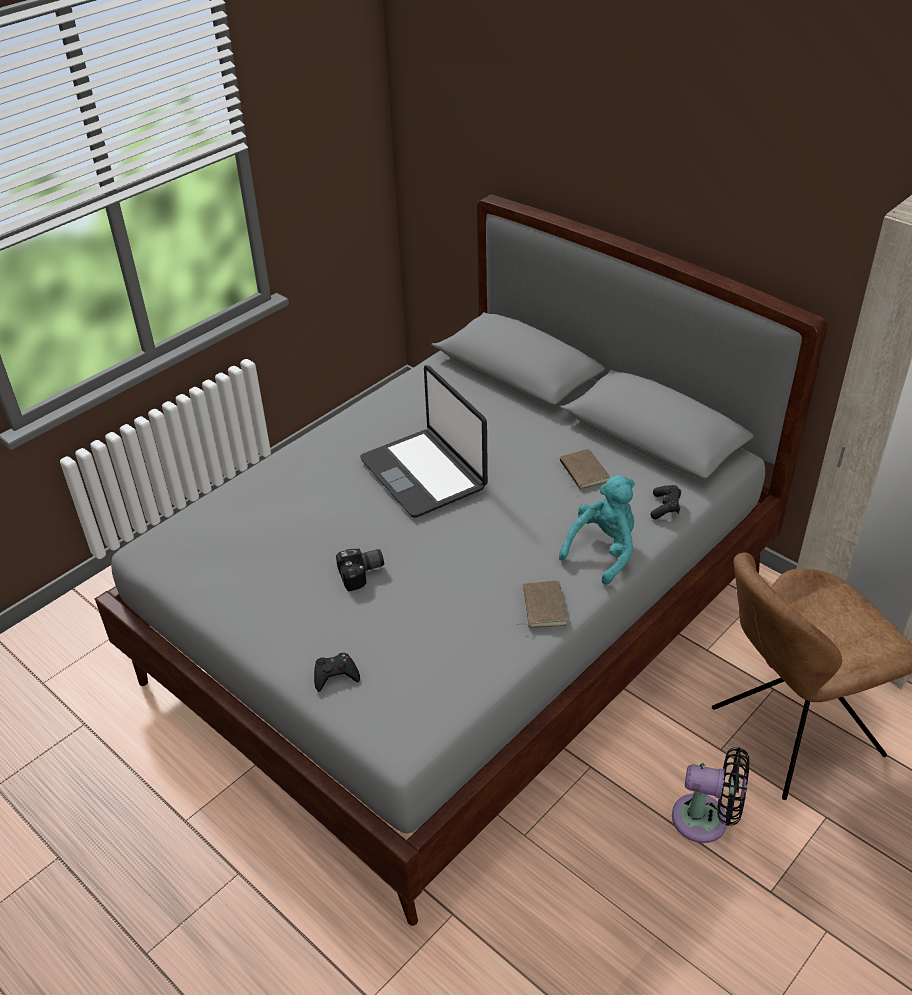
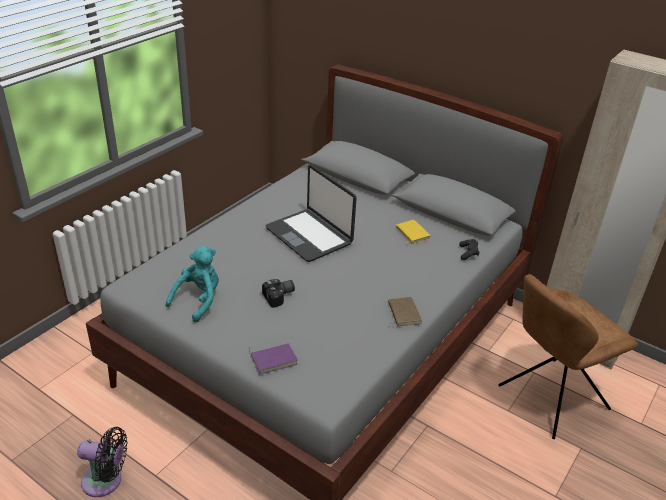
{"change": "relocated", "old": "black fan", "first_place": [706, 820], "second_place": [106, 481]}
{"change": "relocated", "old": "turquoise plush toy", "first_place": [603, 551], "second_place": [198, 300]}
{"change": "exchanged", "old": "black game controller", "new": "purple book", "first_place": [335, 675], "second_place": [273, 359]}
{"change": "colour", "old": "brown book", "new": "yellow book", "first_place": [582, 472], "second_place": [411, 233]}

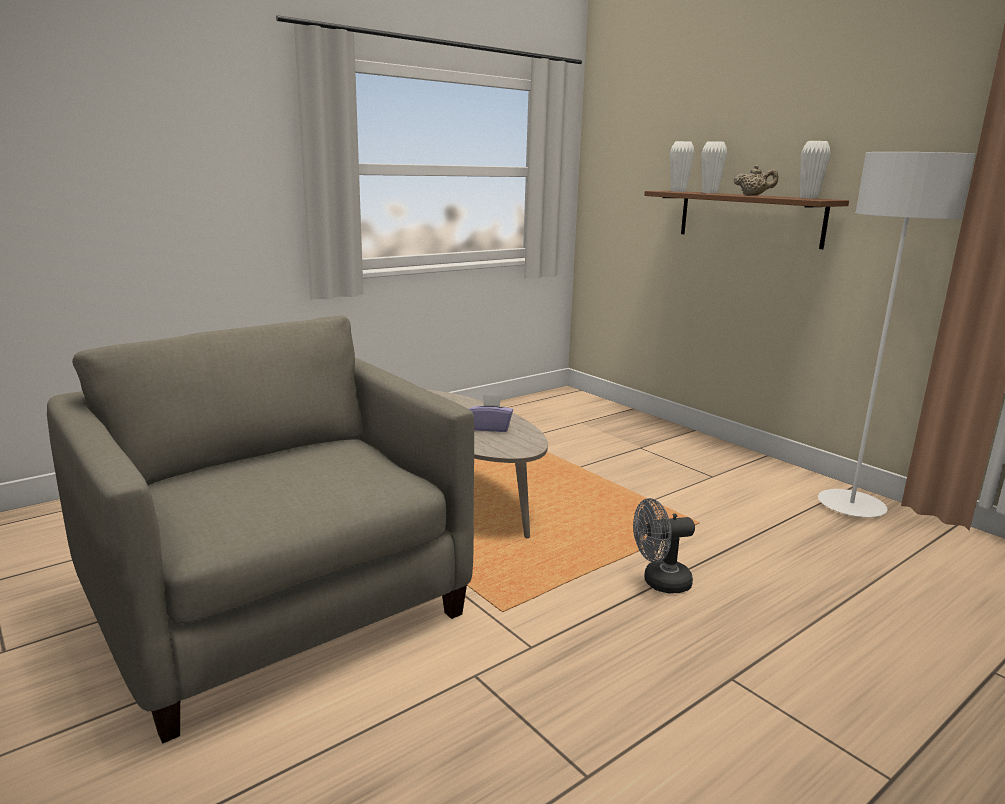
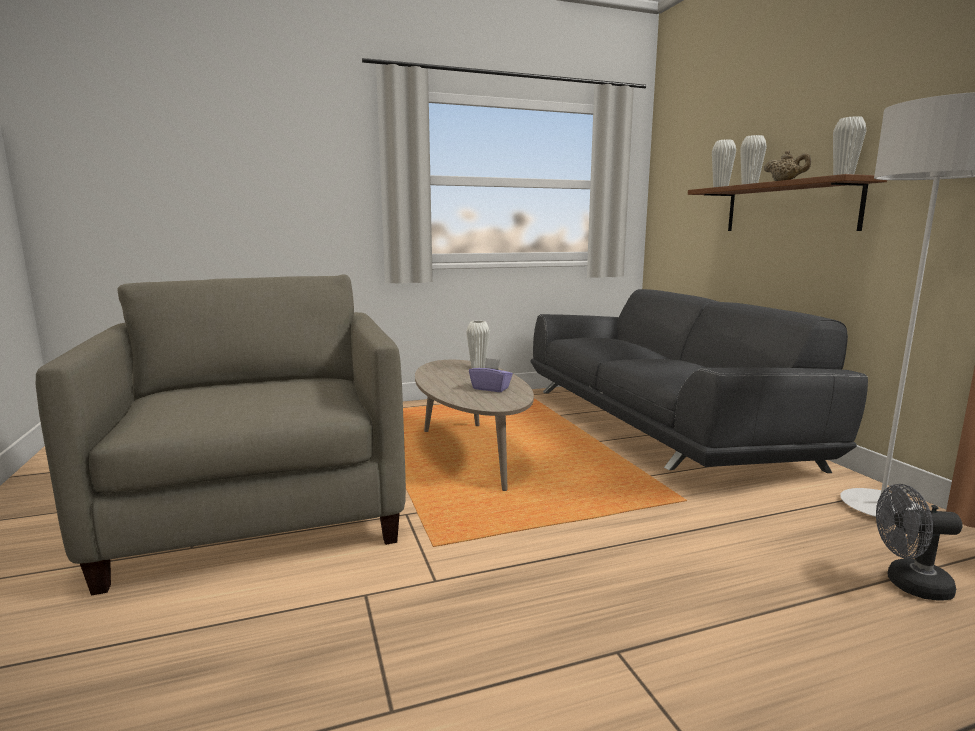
{"change": "appeared", "new": "white vase", "second_place": [478, 367]}
{"change": "appeared", "new": "grey sofa", "second_place": [661, 427]}
{"change": "relocated", "old": "grey fan", "first_place": [659, 583], "second_place": [909, 585]}

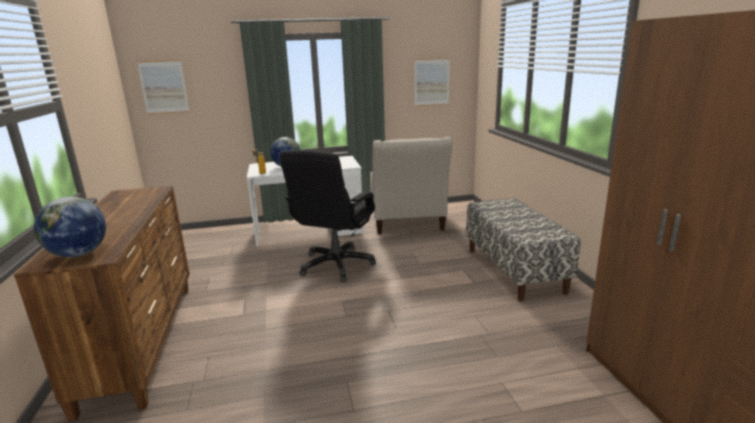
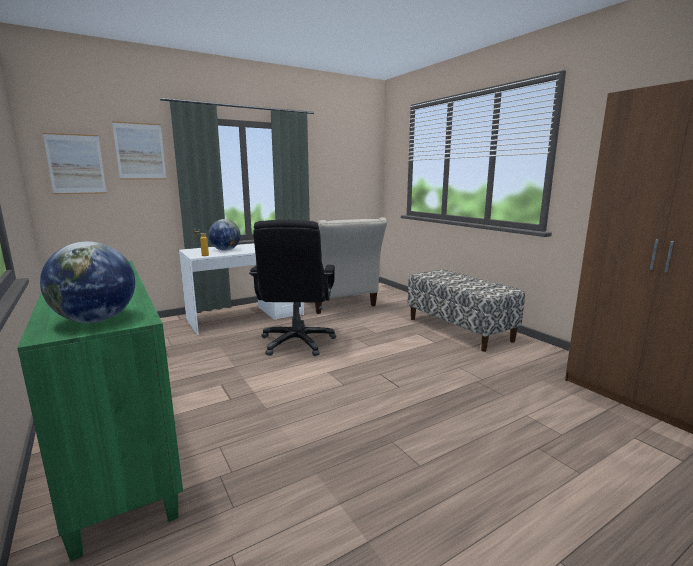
{"change": "colour", "old": "brown dresser", "new": "green dresser", "first_place": [143, 341], "second_place": [120, 446]}
{"change": "relocated", "old": "picture", "first_place": [431, 82], "second_place": [140, 151]}

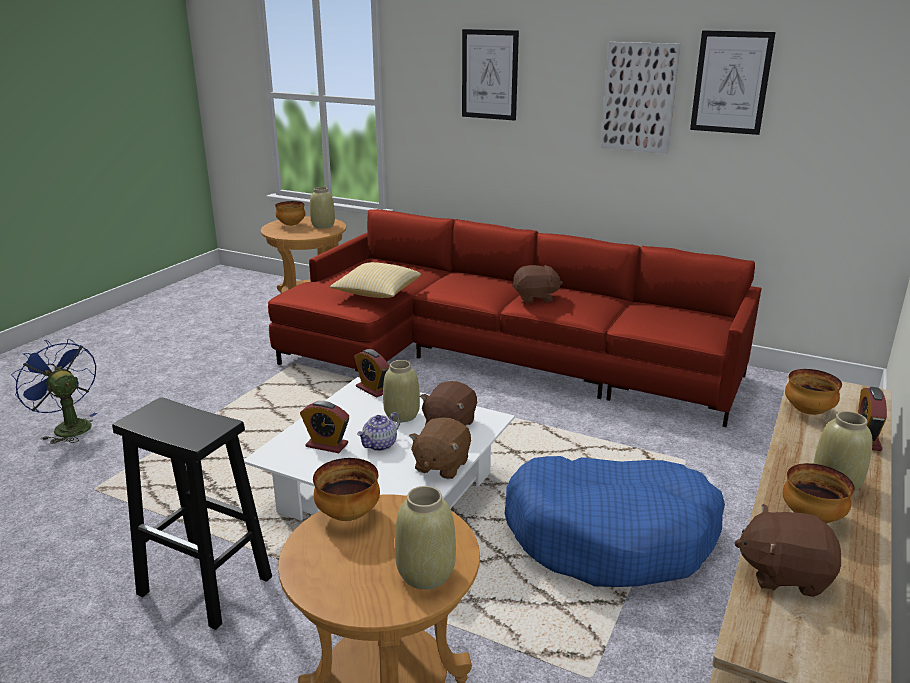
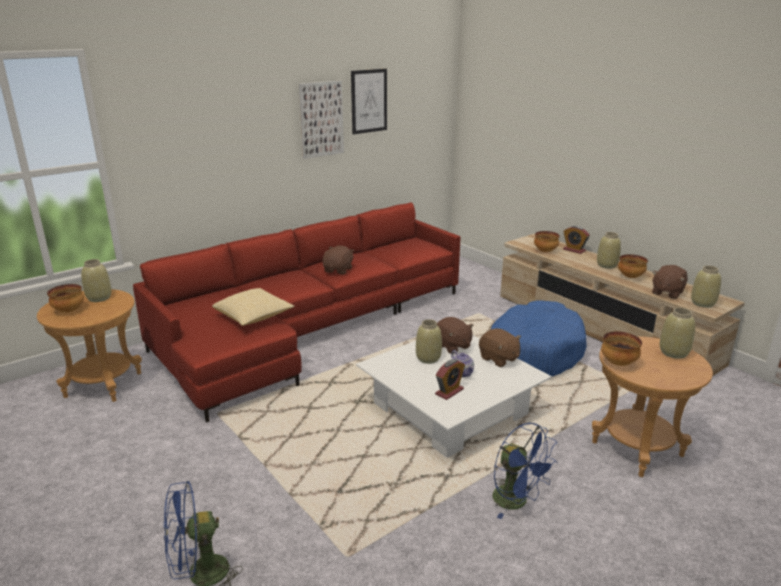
{"change": "exchanged", "old": "black stool", "new": "blue fan", "first_place": [207, 586], "second_place": [517, 502]}
{"change": "appeared", "new": "beige vase", "second_place": [703, 303]}
{"change": "missing", "old": "alarm clock", "first_place": [373, 389]}
{"change": "missing", "old": "picture", "first_place": [489, 75]}

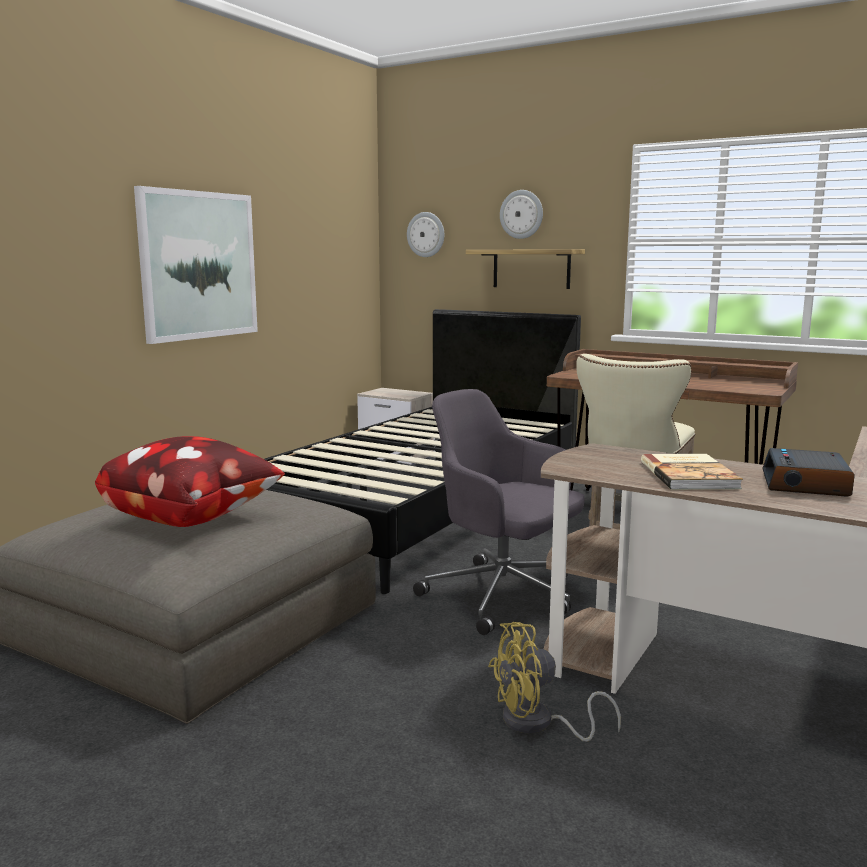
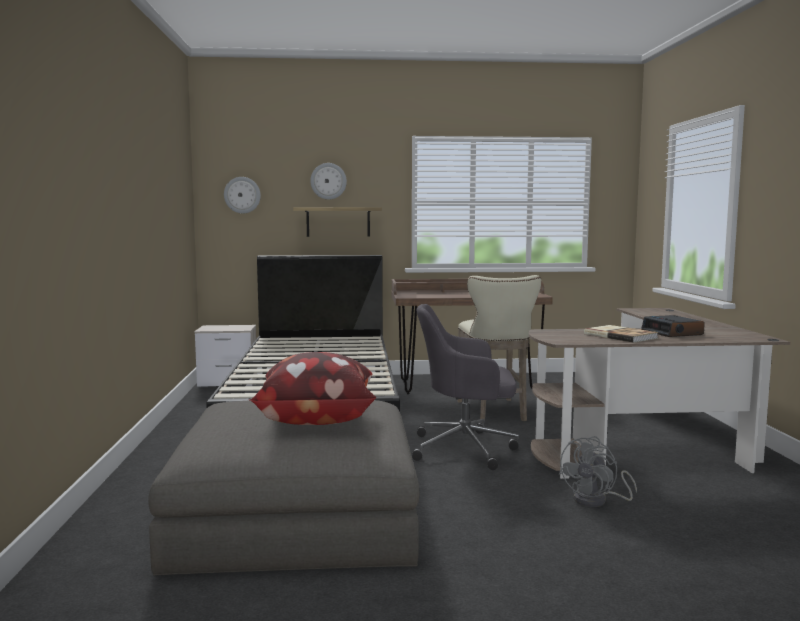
{"change": "colour", "old": "yellow fan", "new": "grey fan", "first_place": [538, 724], "second_place": [597, 501]}
{"change": "missing", "old": "picture", "first_place": [198, 265]}

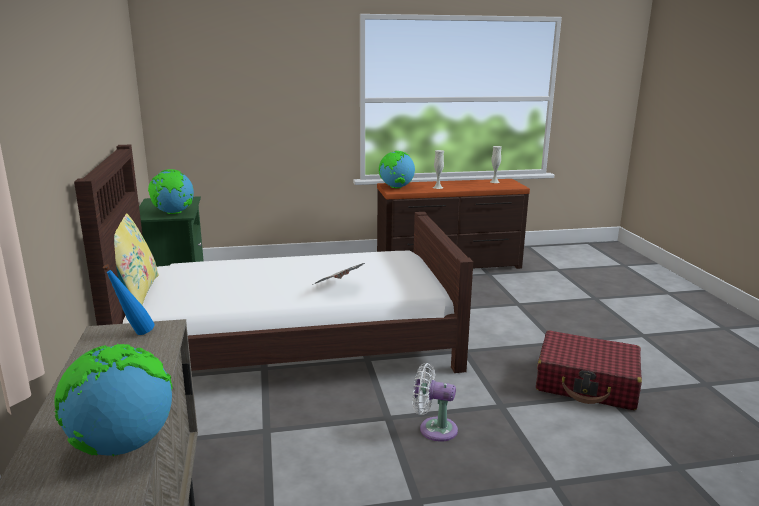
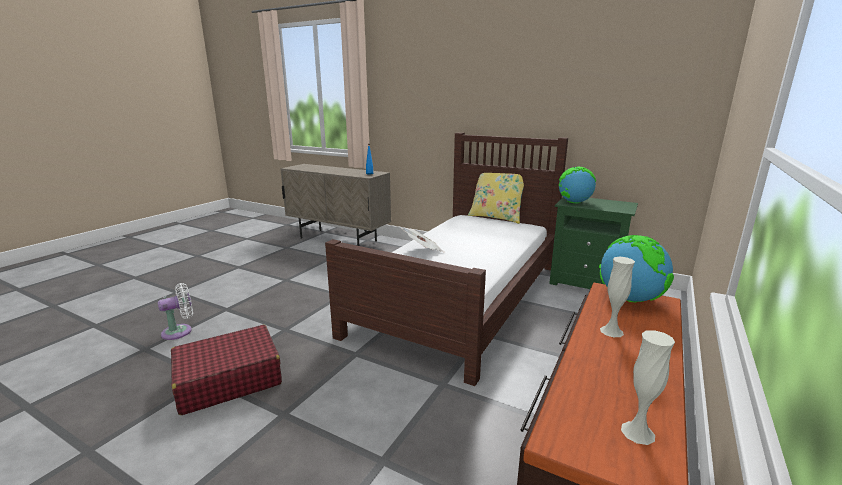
{"change": "relocated", "old": "white fan", "first_place": [434, 429], "second_place": [180, 331]}
{"change": "missing", "old": "globe", "first_place": [122, 446]}

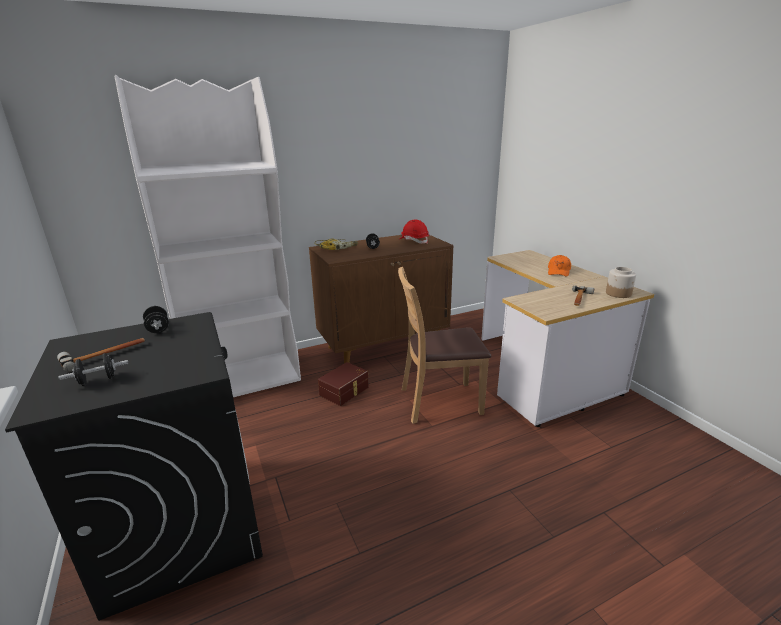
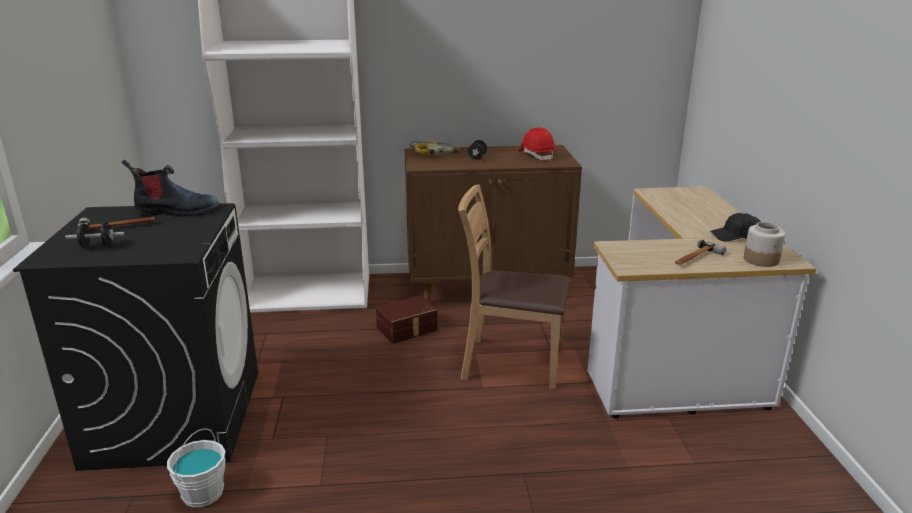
{"change": "exchanged", "old": "black dumbbell", "new": "boot", "first_place": [158, 329], "second_place": [176, 212]}
{"change": "appeared", "new": "white bucket", "second_place": [202, 493]}
{"change": "appeared", "new": "black cap", "second_place": [736, 236]}
{"change": "missing", "old": "orange cap", "first_place": [558, 271]}

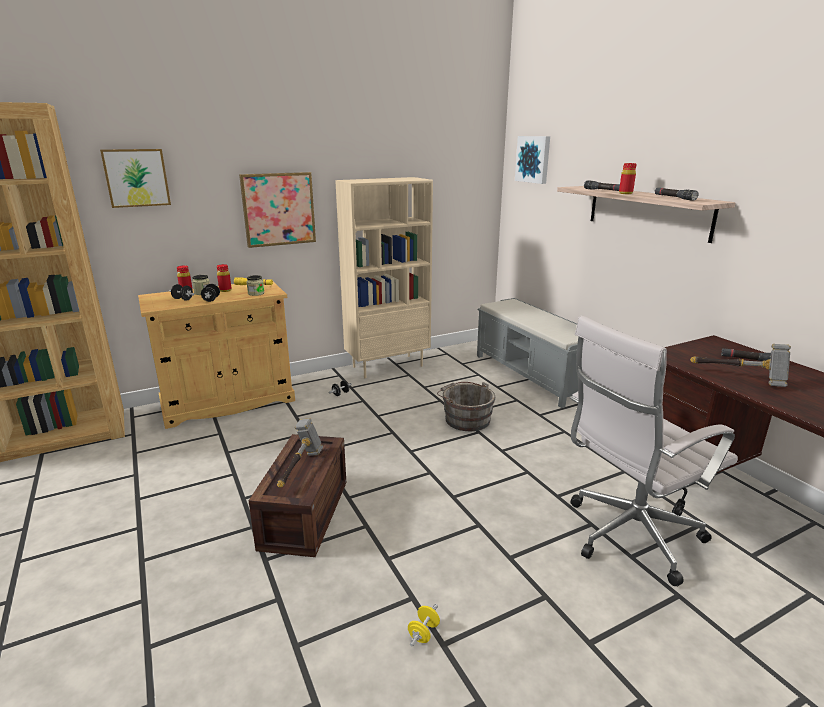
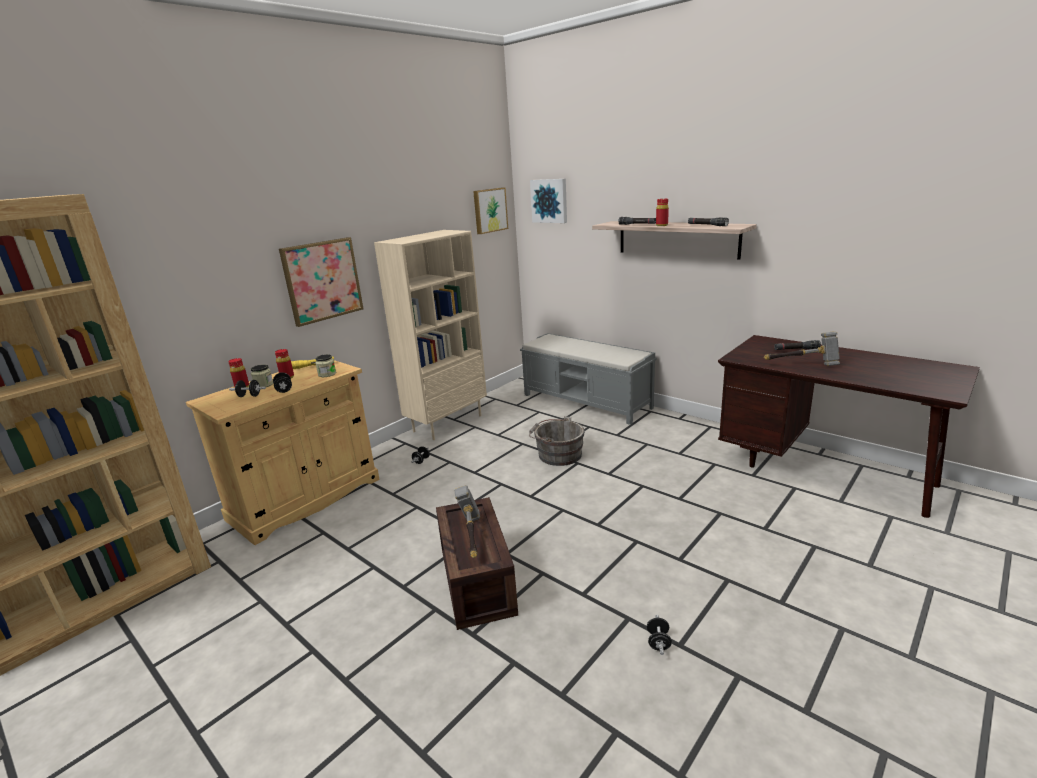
{"change": "relocated", "old": "picture", "first_place": [136, 177], "second_place": [489, 210]}
{"change": "colour", "old": "yellow dumbbell", "new": "black dumbbell", "first_place": [423, 633], "second_place": [658, 642]}
{"change": "missing", "old": "white office chair", "first_place": [628, 536]}

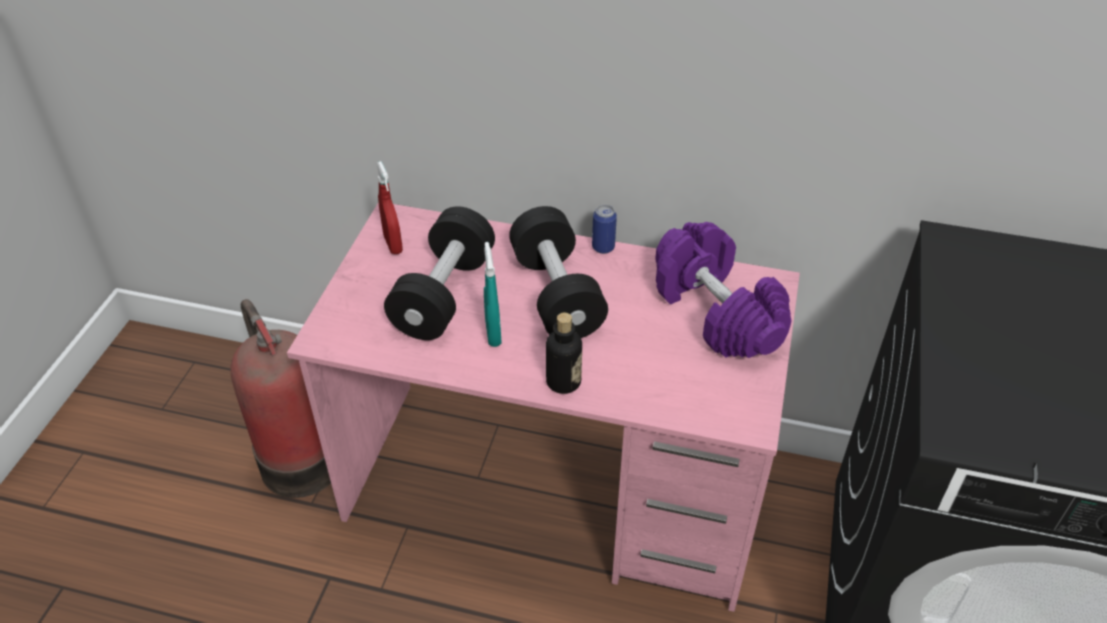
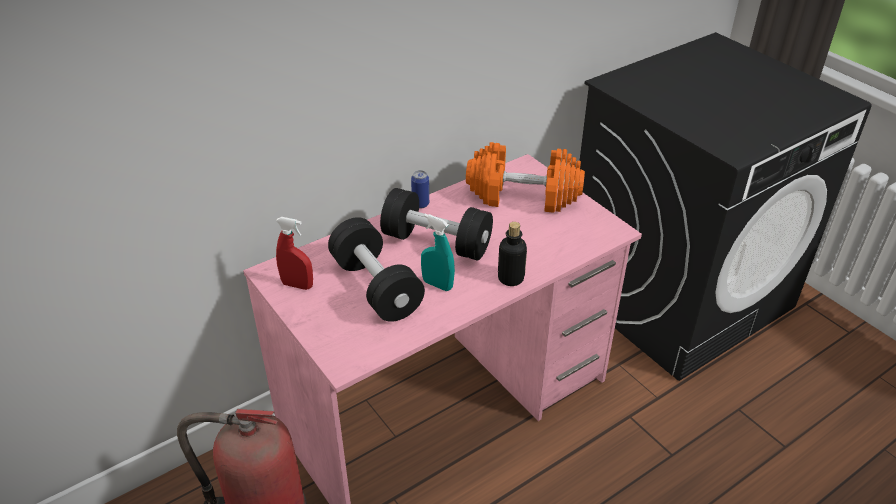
{"change": "colour", "old": "purple dumbbell", "new": "orange dumbbell", "first_place": [715, 312], "second_place": [523, 196]}

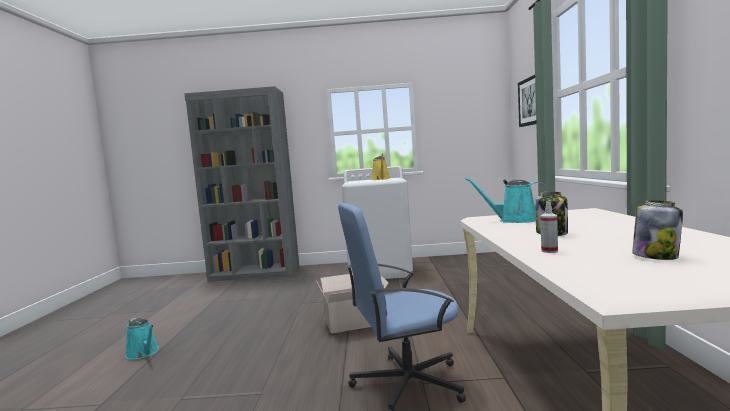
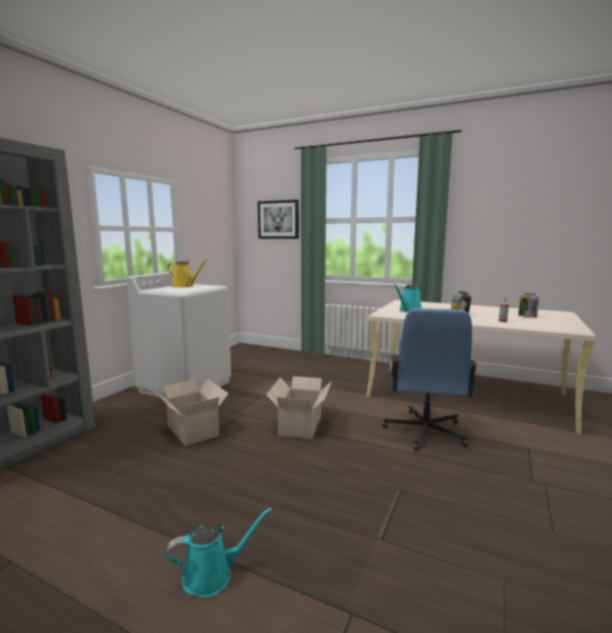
{"change": "appeared", "new": "cardboard box", "second_place": [193, 430]}

